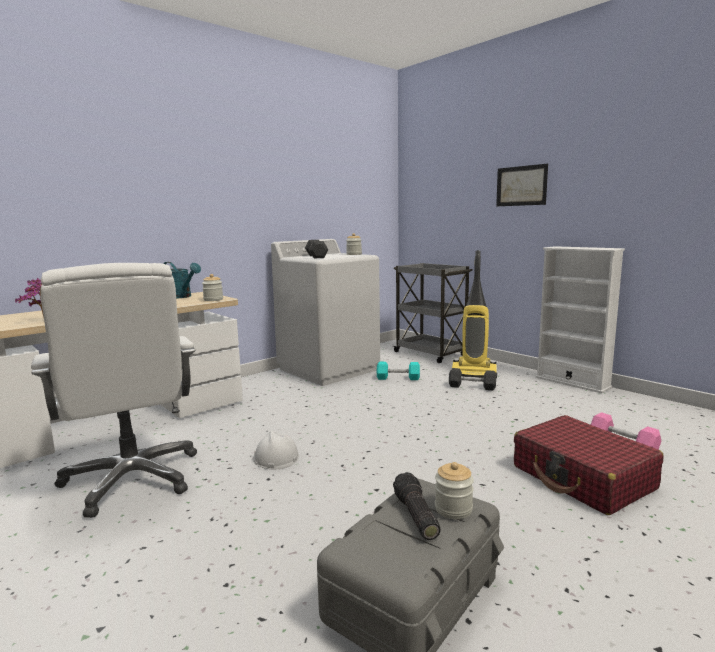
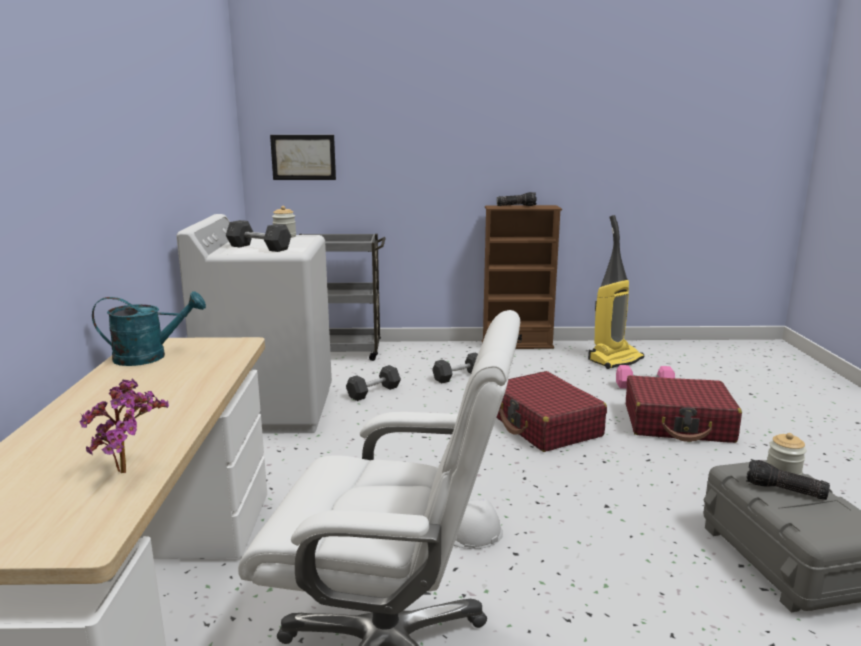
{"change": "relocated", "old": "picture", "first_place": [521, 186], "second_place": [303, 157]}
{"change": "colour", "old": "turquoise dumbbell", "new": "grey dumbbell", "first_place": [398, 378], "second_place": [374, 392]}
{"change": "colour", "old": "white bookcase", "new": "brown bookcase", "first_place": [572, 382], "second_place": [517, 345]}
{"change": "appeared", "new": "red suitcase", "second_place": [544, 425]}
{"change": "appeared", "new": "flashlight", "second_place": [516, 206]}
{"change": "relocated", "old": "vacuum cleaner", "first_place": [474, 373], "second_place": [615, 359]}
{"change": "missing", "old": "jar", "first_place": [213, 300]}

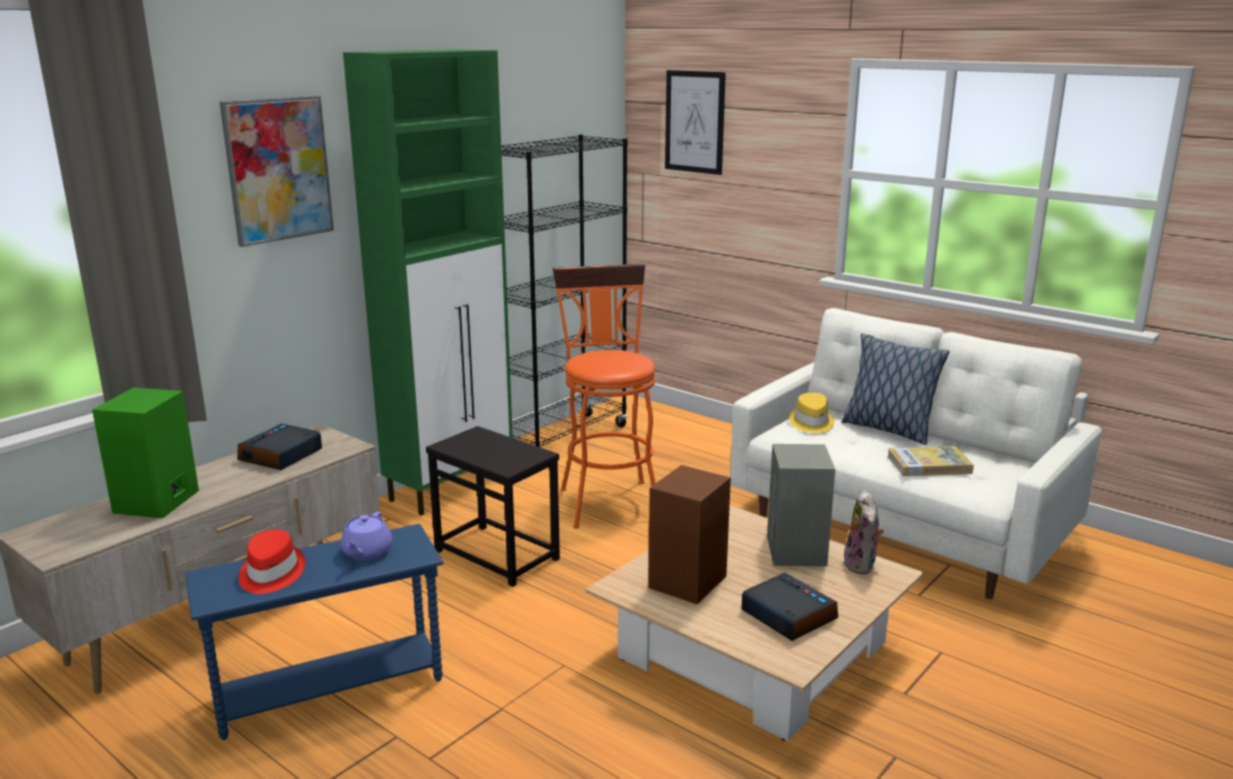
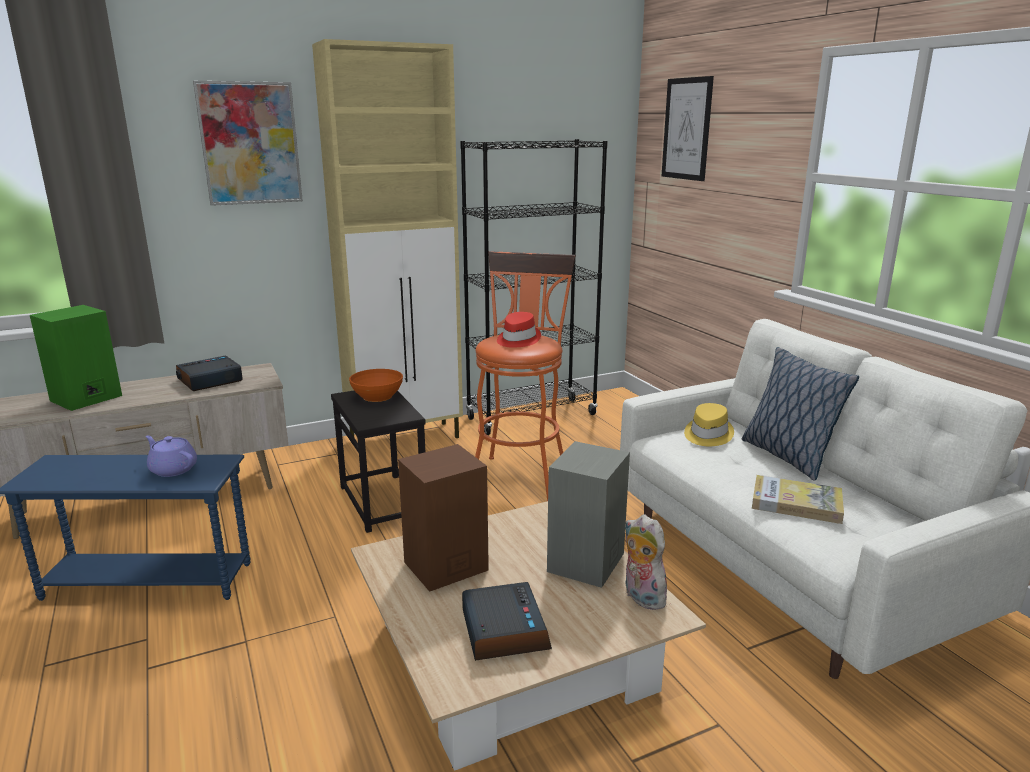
{"change": "spun", "old": "purple teapot", "first_place": [366, 552], "second_place": [173, 469], "degrees": 90}
{"change": "colour", "old": "green cabinet", "new": "beige cabinet", "first_place": [452, 487], "second_place": [406, 438]}
{"change": "appeared", "new": "orange bowl", "second_place": [378, 396]}
{"change": "relocated", "old": "red hat", "first_place": [270, 573], "second_place": [517, 340]}
{"change": "spun", "old": "plush toy", "first_place": [862, 565], "second_place": [641, 597], "degrees": 120}

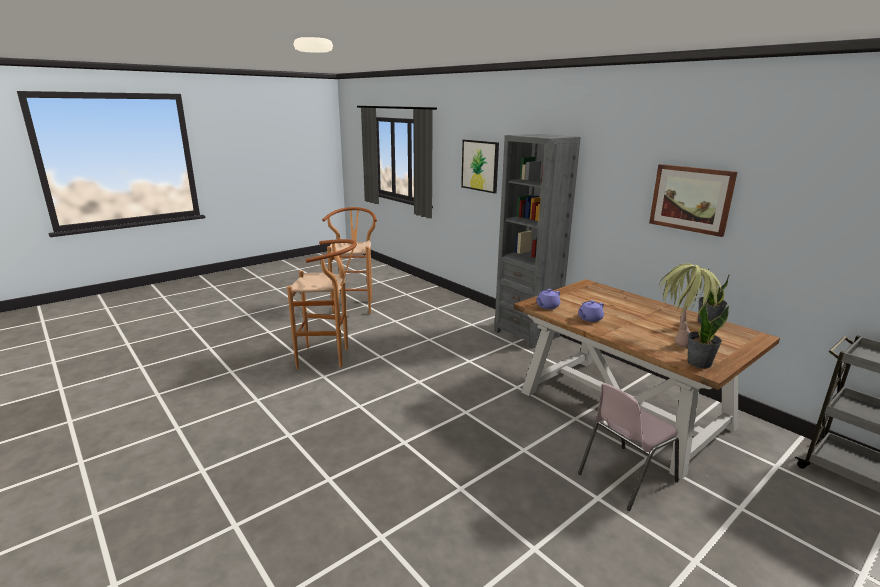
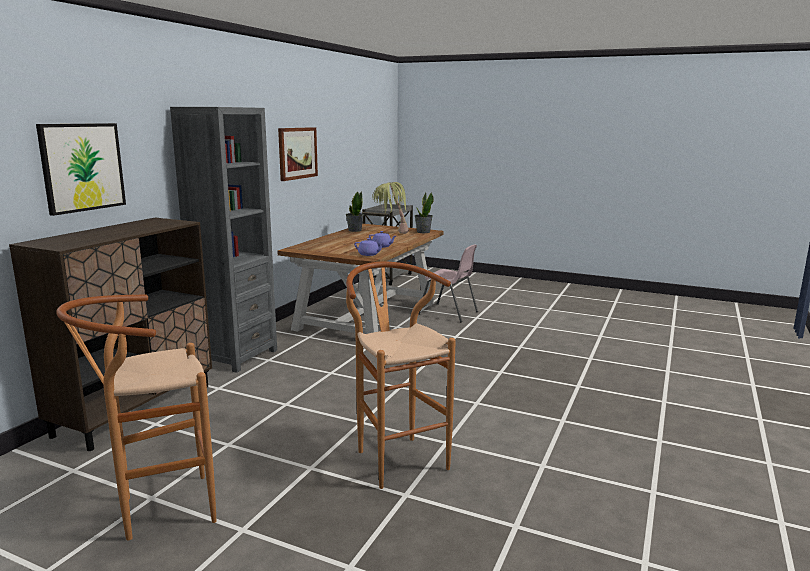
{"change": "appeared", "new": "brown cabinet", "second_place": [136, 409]}

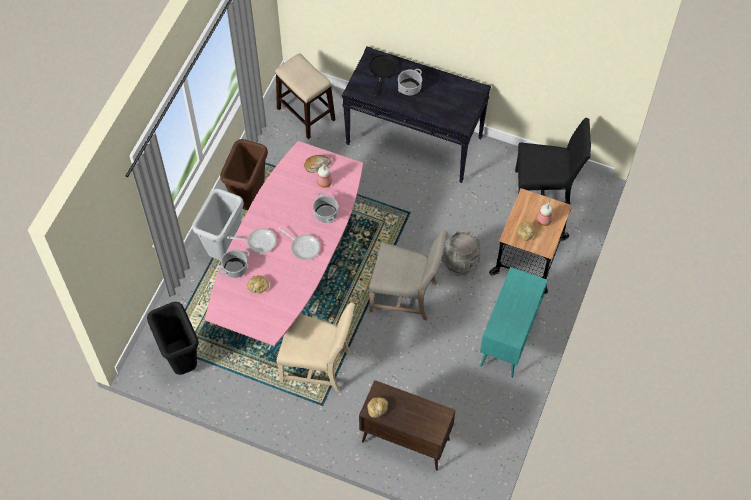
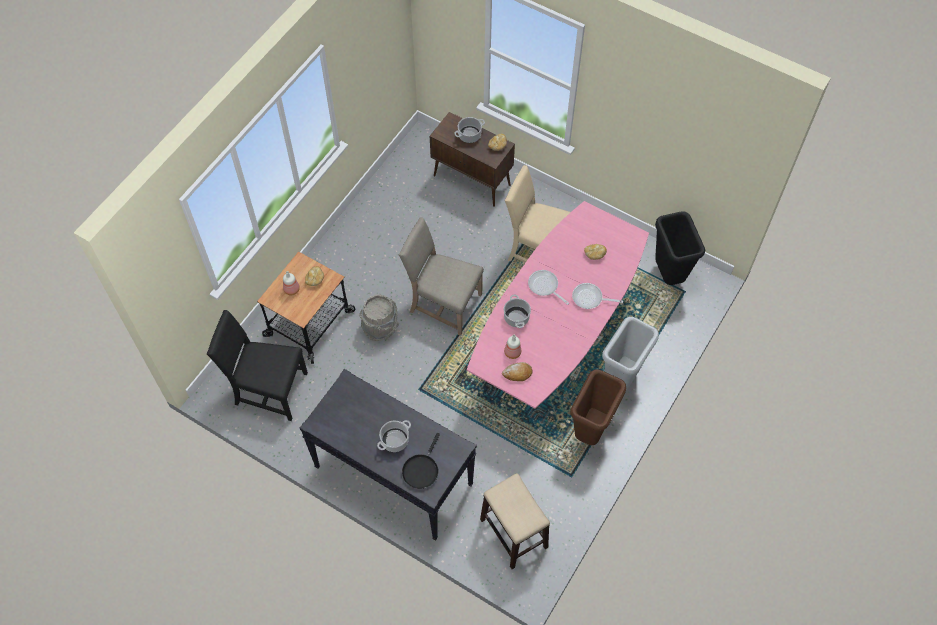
{"change": "relocated", "old": "cooking pot", "first_place": [235, 268], "second_place": [469, 135]}
{"change": "missing", "old": "turquoise cabinet", "first_place": [508, 340]}

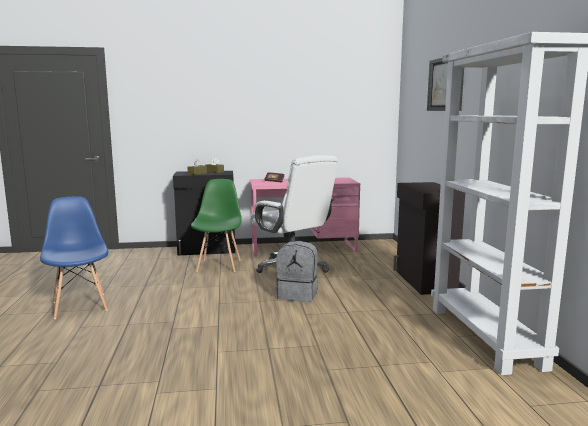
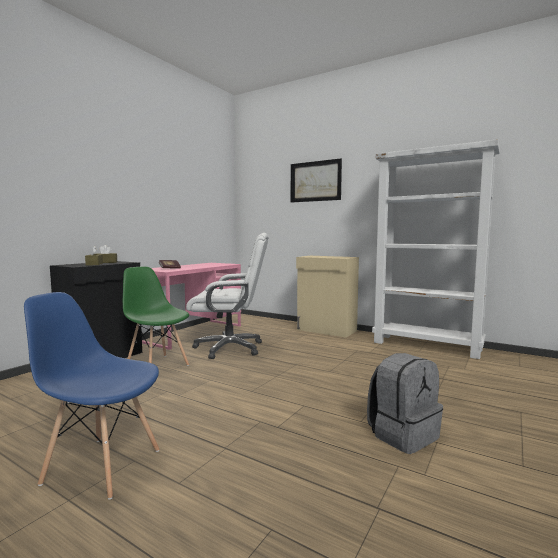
{"change": "colour", "old": "black cabinet", "new": "beige cabinet", "first_place": [424, 281], "second_place": [326, 330]}
{"change": "relocated", "old": "grey backpack", "first_place": [298, 295], "second_place": [402, 434]}

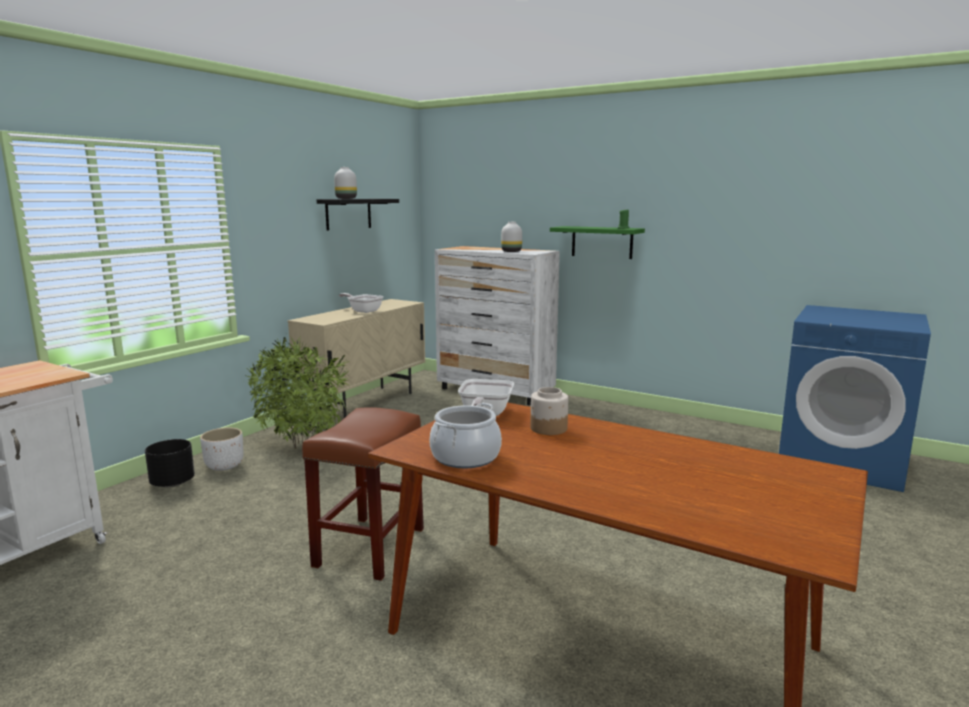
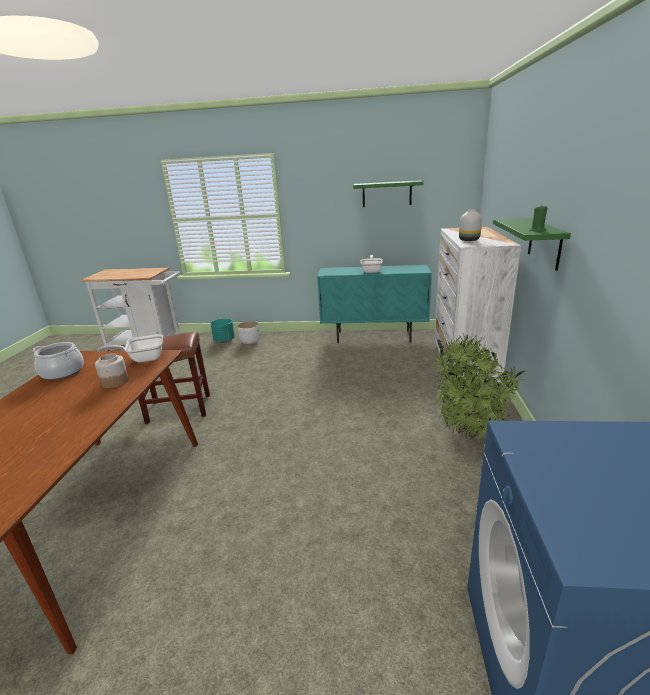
{"change": "colour", "old": "black planter", "new": "turquoise planter", "first_place": [173, 483], "second_place": [224, 340]}
{"change": "colour", "old": "beige cabinet", "new": "turquoise cabinet", "first_place": [365, 403], "second_place": [374, 337]}
{"change": "colour", "old": "black shelf", "new": "green shelf", "first_place": [348, 214], "second_place": [387, 194]}
{"change": "relocated", "old": "potted plant", "first_place": [301, 446], "second_place": [466, 434]}
{"change": "missing", "old": "white vase", "first_place": [346, 198]}

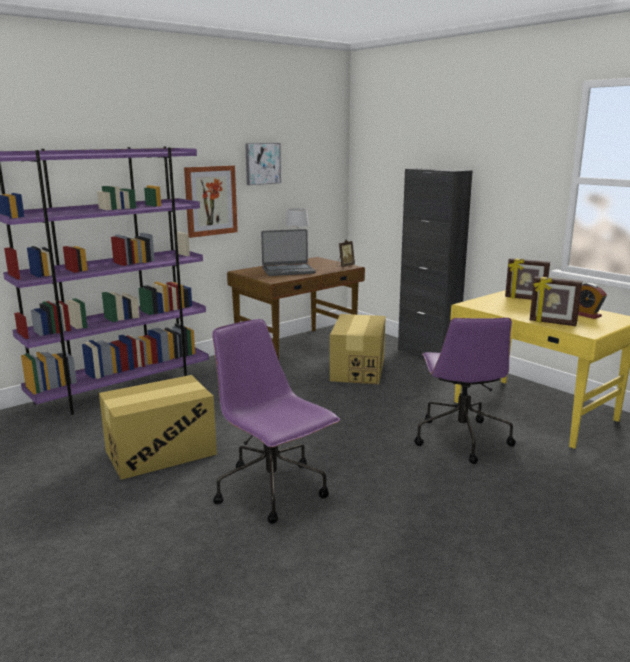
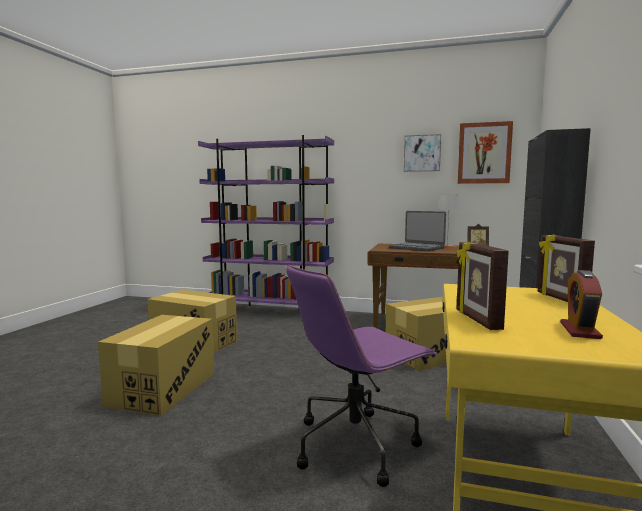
{"change": "exchanged", "old": "purple office chair", "new": "cardboard box", "first_place": [273, 491], "second_place": [163, 388]}
{"change": "relocated", "old": "picture", "first_place": [210, 200], "second_place": [484, 153]}

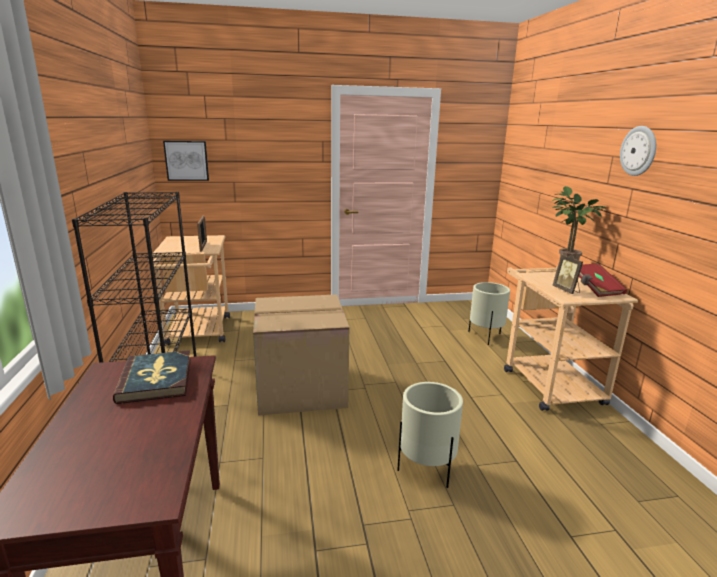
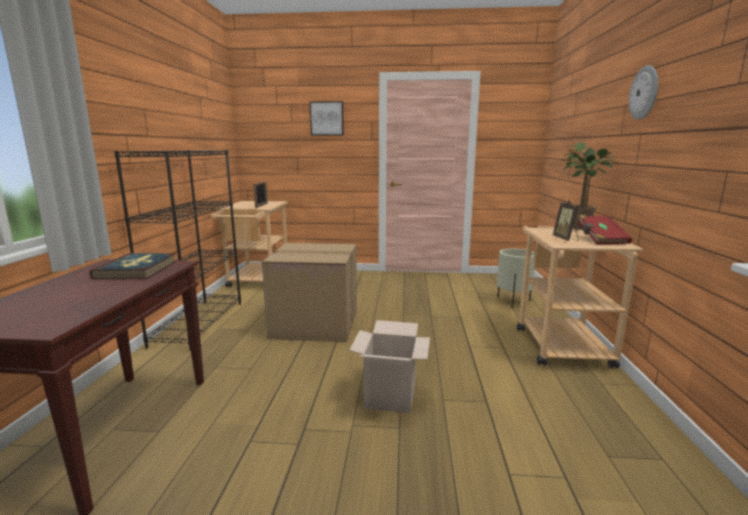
{"change": "relocated", "old": "picture", "first_place": [186, 160], "second_place": [327, 118]}
{"change": "exchanged", "old": "beige planter", "new": "cardboard box", "first_place": [427, 469], "second_place": [390, 396]}

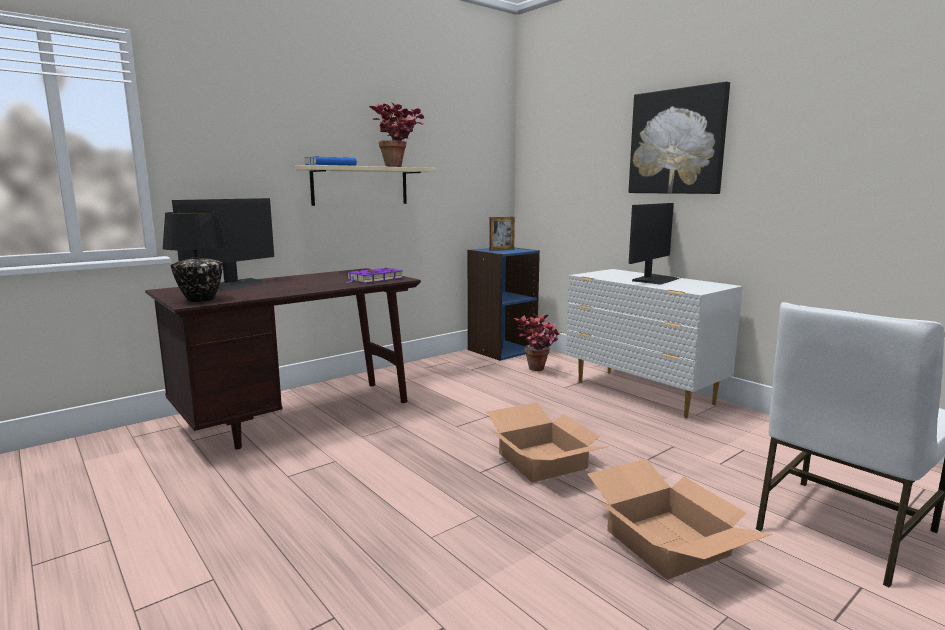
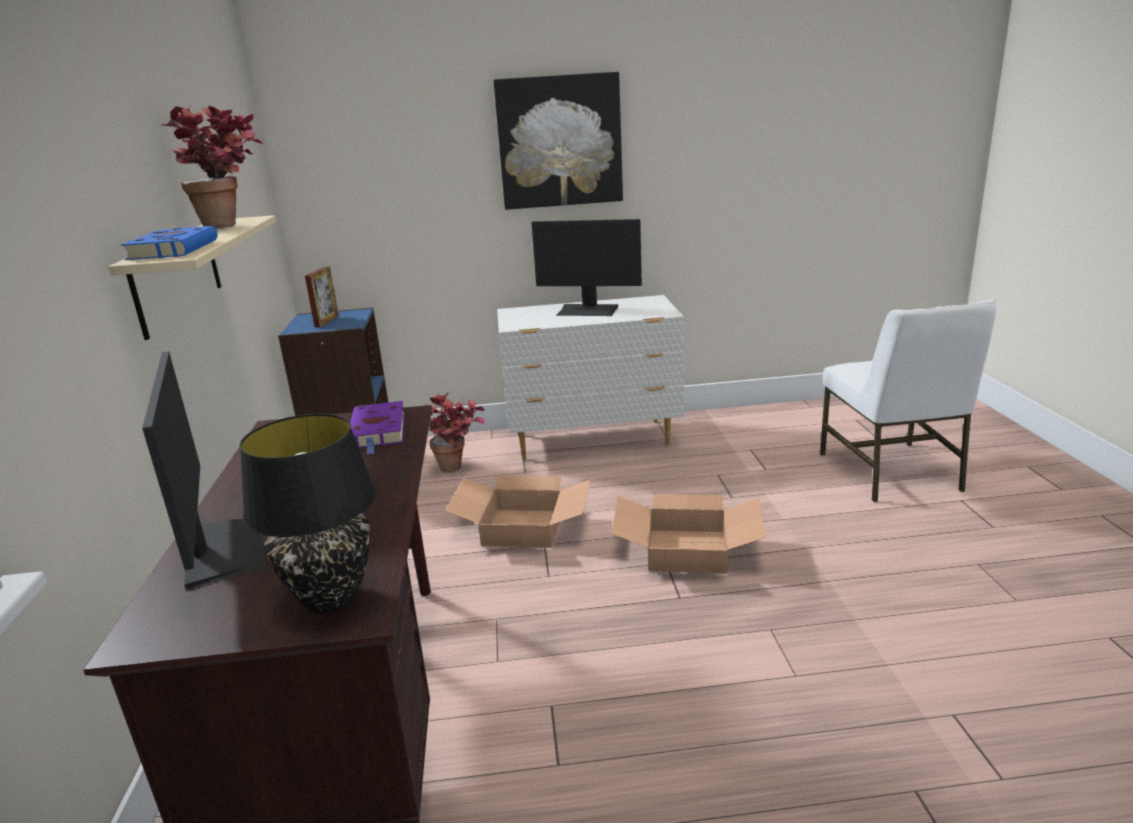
{"change": "relocated", "old": "cardboard box", "first_place": [664, 542], "second_place": [521, 529]}
{"change": "spun", "old": "monitor", "first_place": [655, 279], "second_place": [588, 310], "degrees": 120}

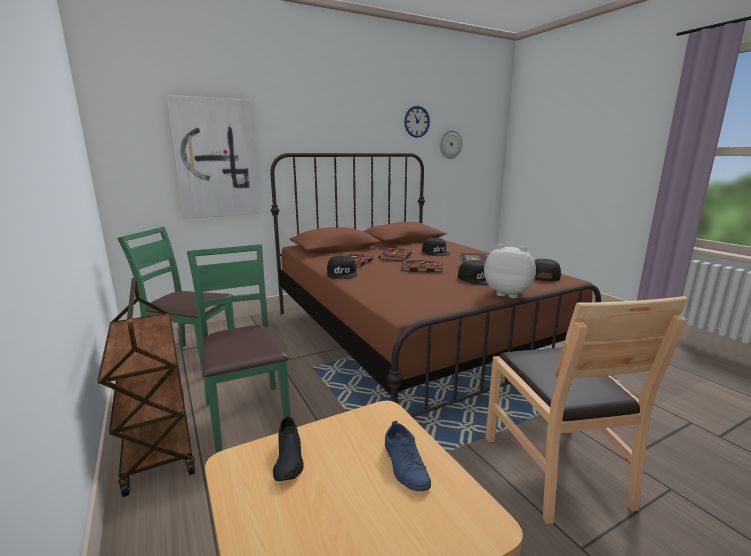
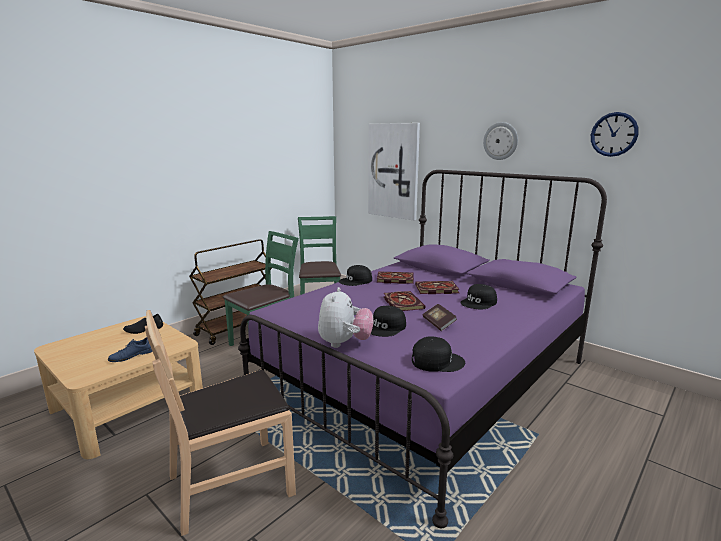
{"change": "colour", "old": "brown bed", "new": "purple bed", "first_place": [410, 338], "second_place": [426, 379]}
{"change": "relocated", "old": "wall clock", "first_place": [450, 144], "second_place": [500, 141]}

